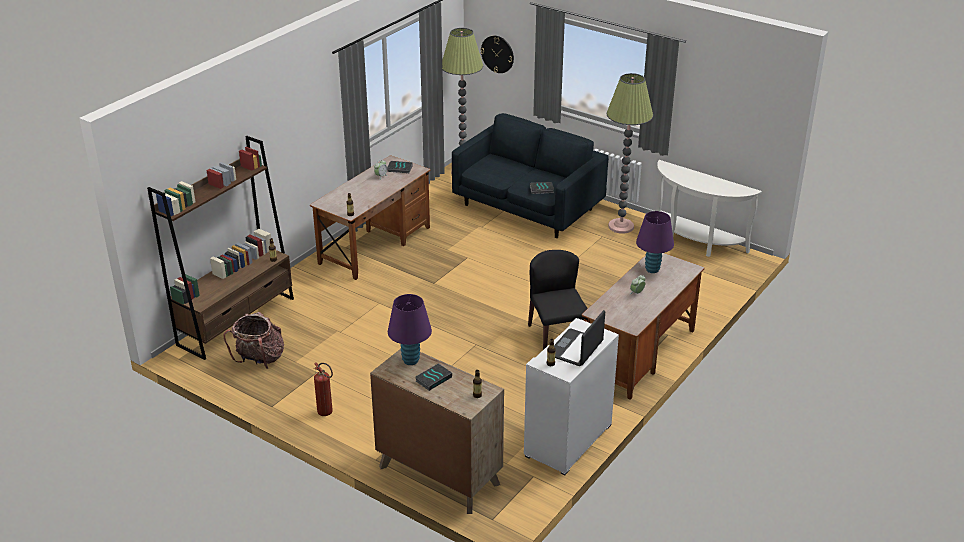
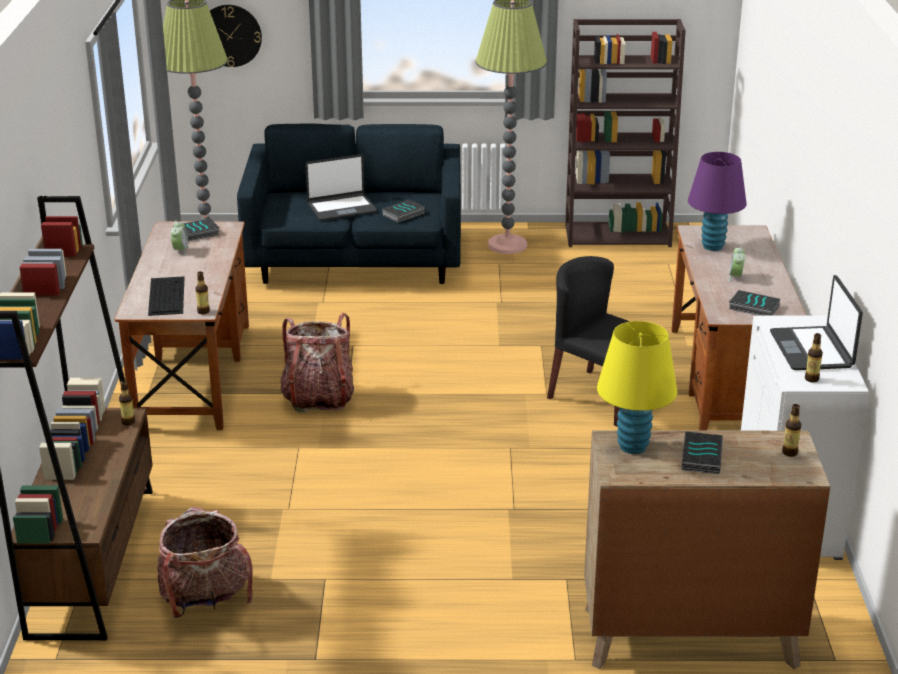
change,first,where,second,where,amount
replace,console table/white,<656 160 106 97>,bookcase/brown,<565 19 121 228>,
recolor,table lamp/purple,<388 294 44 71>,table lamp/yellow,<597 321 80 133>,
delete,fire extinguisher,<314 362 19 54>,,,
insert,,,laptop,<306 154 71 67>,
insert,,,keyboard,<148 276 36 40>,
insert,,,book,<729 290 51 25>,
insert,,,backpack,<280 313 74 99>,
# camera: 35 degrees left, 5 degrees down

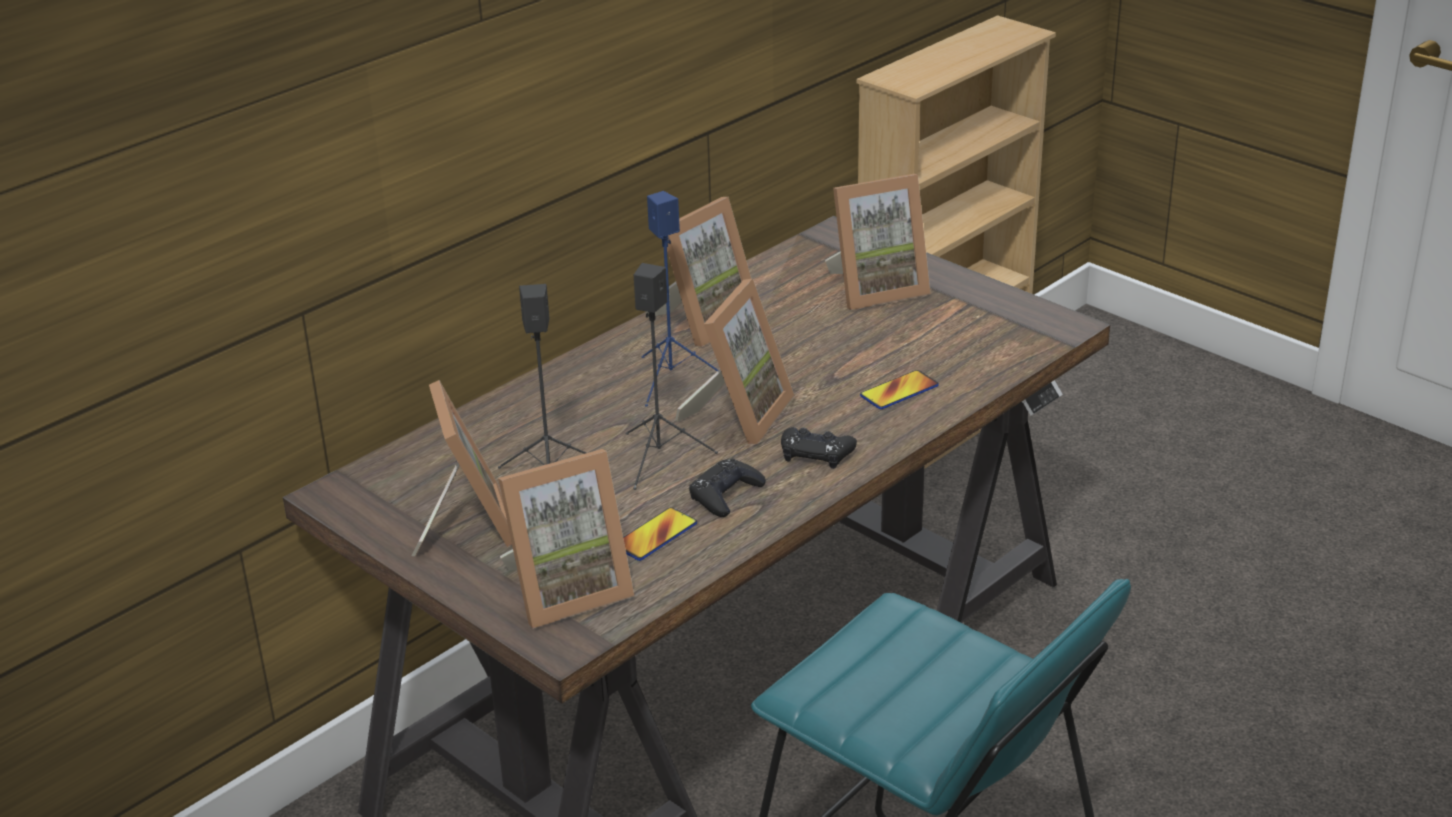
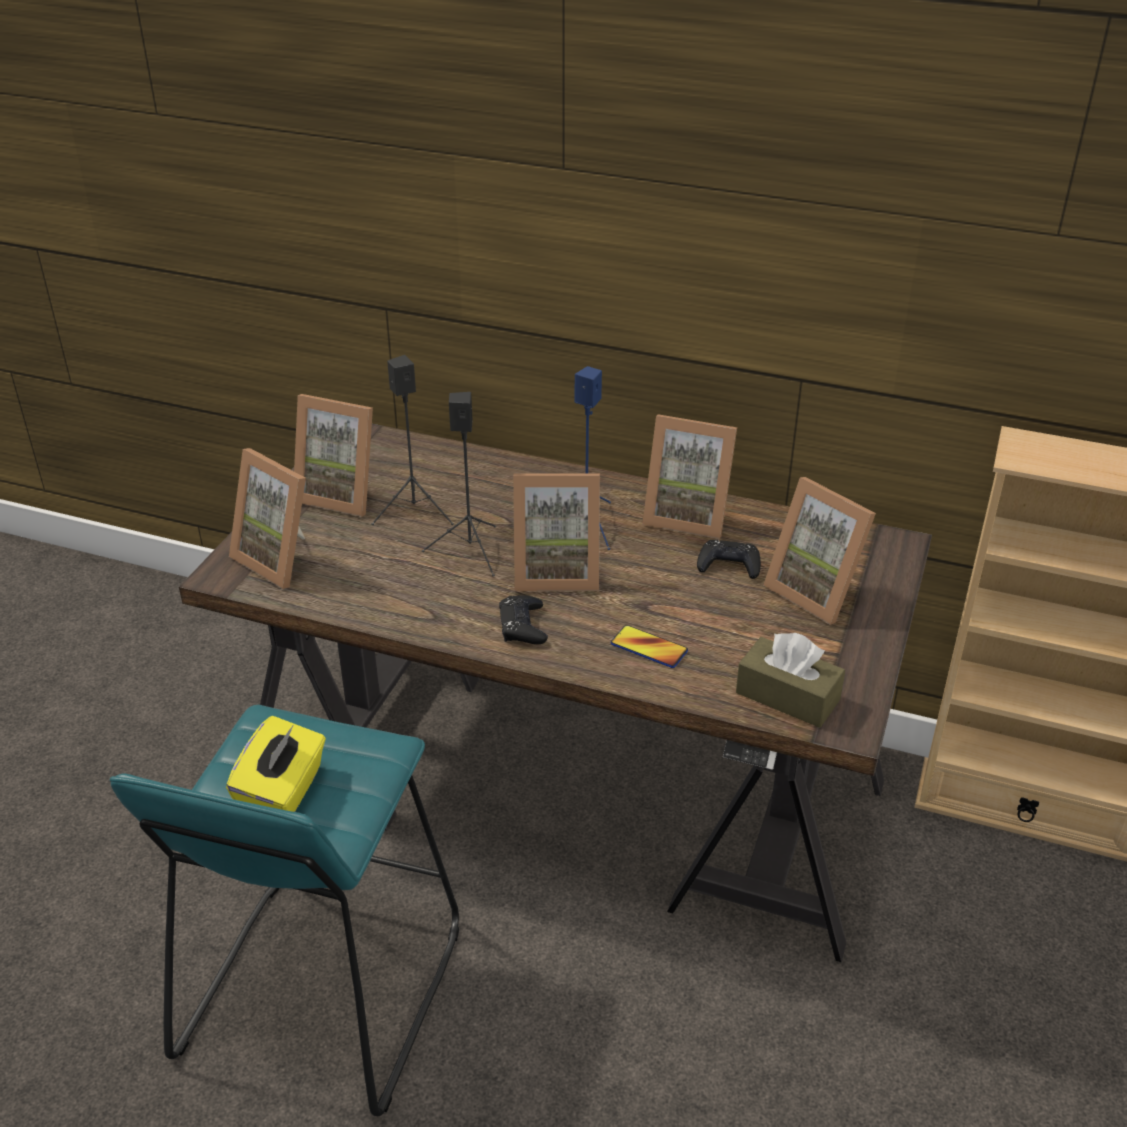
change,first,where,second,where,amount
rotate,picture frame,<412 380 100 176>,,<294 394 79 123>,60 degrees clockwise
move,game controller/black,<689 459 77 58>,,<697 540 64 39>,
delete,phone,<623 507 74 54>,,,
insert,,,tissue box/brown,<736 633 109 95>,
insert,,,tissue box/yellow,<226 716 100 96>,
# camera: 65 degrees right, 5 degrees up

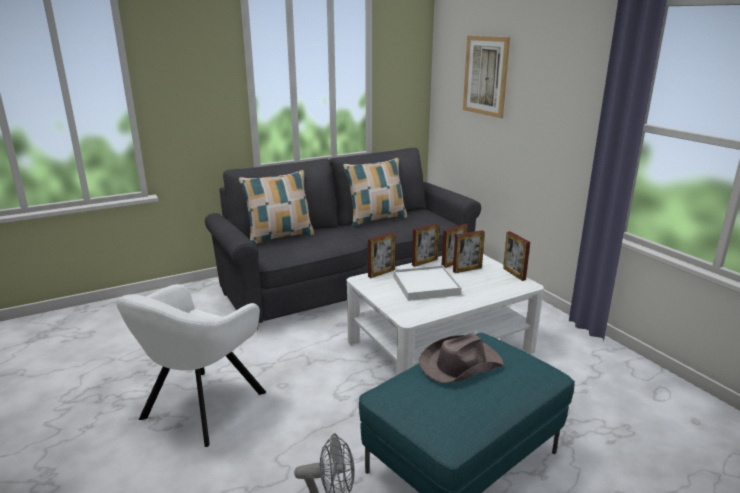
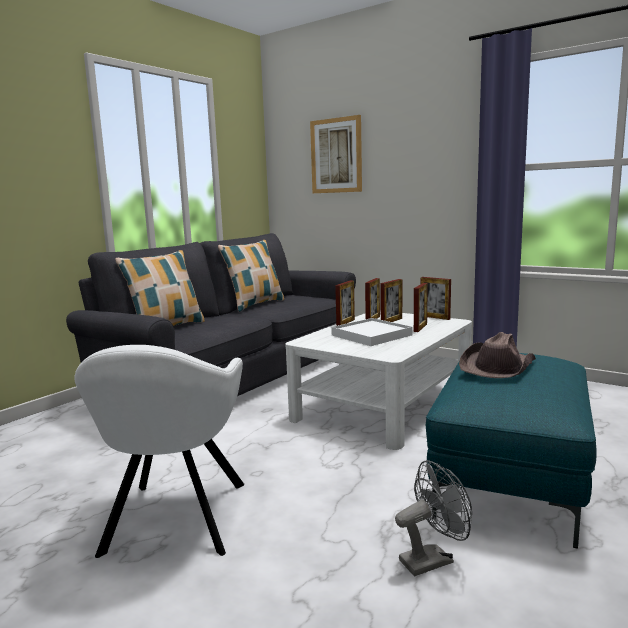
change,first,where,second,where,amount
move,picture frame,<368 232 28 46>,,<414 283 14 49>,
# camera: 25 degrees left, 10 degrees down

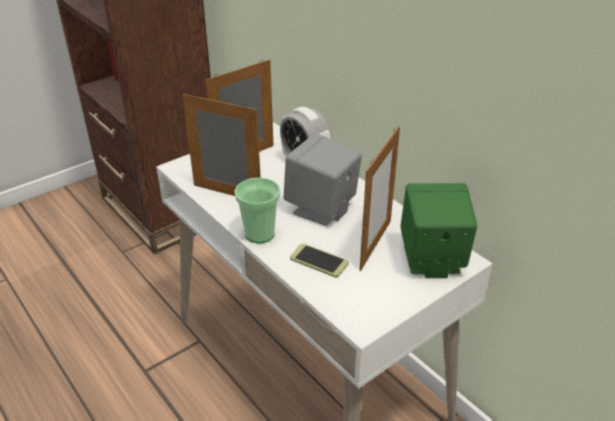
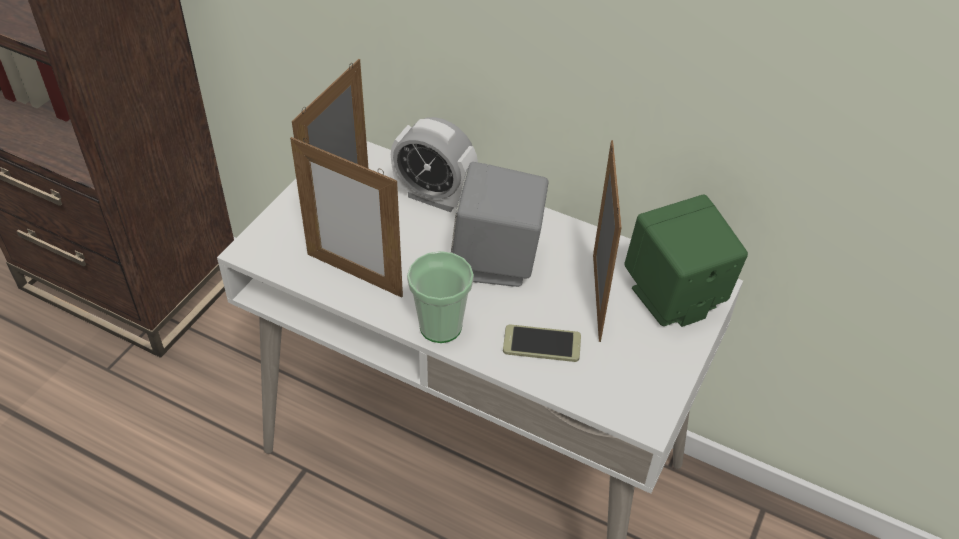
change,first,where,second,where,amount
rotate,picture frame,<182 93 79 103>,,<290 137 113 161>,150 degrees counterclockwise
# camera: 25 degrees left, 10 degrees up

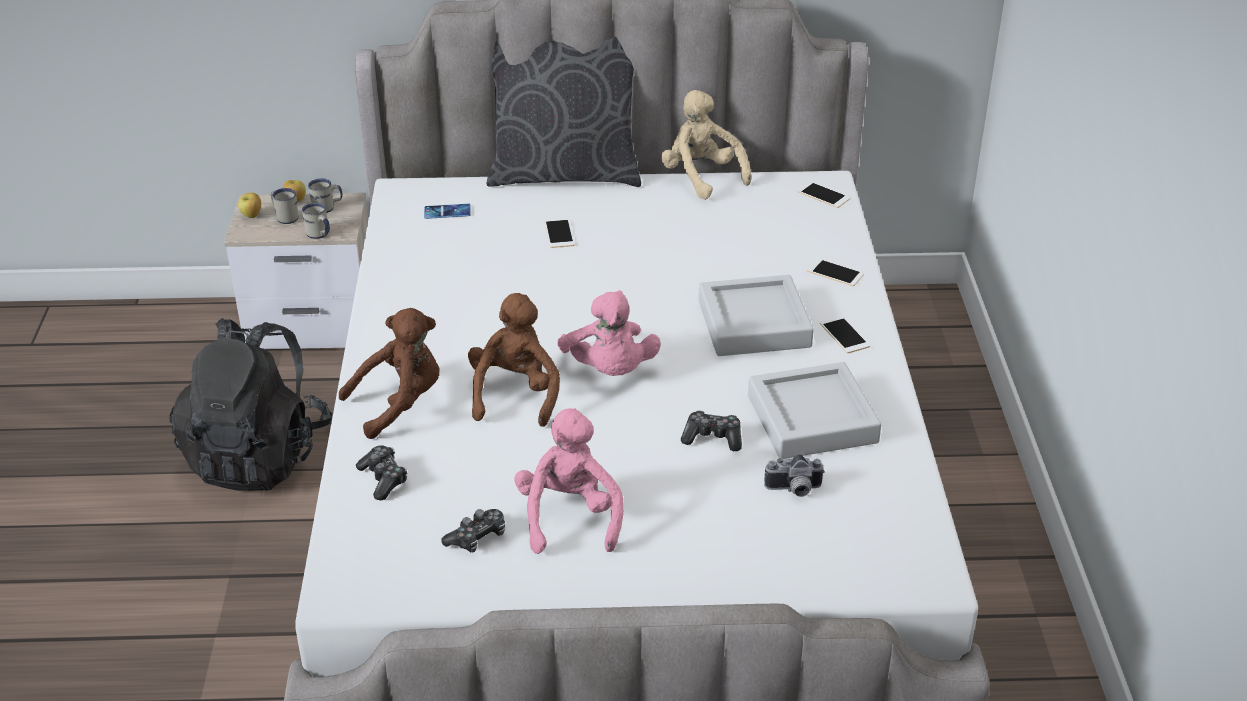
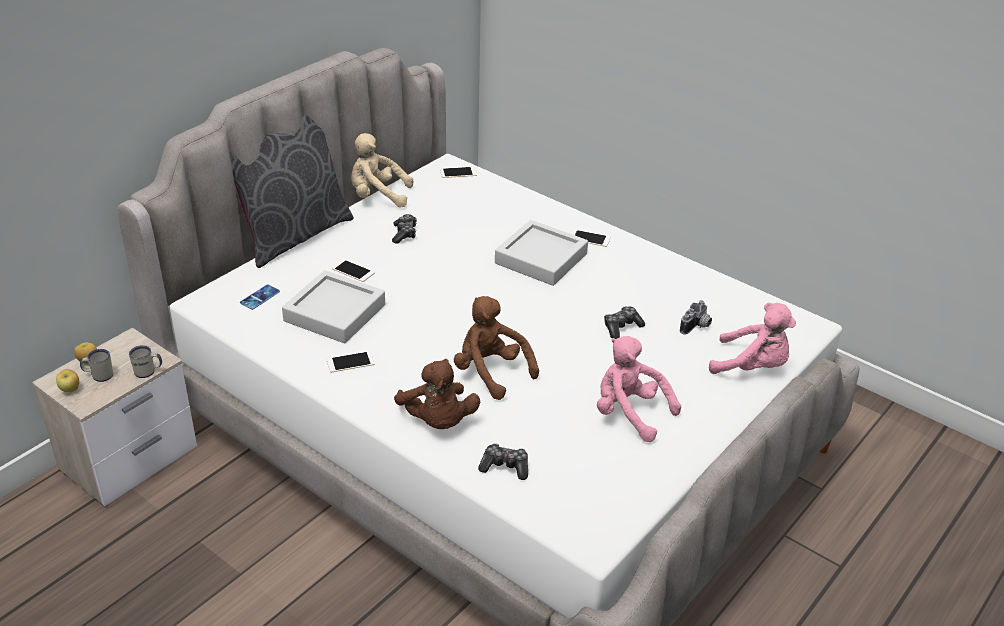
change,first,where,second,where,amount
delete,mug/white,<308 178 35 35>,,,
move,phone,<806 258 58 28>,,<327 351 47 22>,
move,plush toy/pink,<557 290 104 86>,,<709 303 87 71>,
rotate,plush toy/brown,<339 308 101 131>,,<394 359 86 70>,150 degrees clockwise
delete,backpack/black,<169 318 163 173>,,,
move,tray/grey,<748 362 133 97>,,<282 270 103 73>,
move,game controller,<441 509 64 44>,,<392 214 25 30>,
# camera: 50 degrees left, 0 degrees up

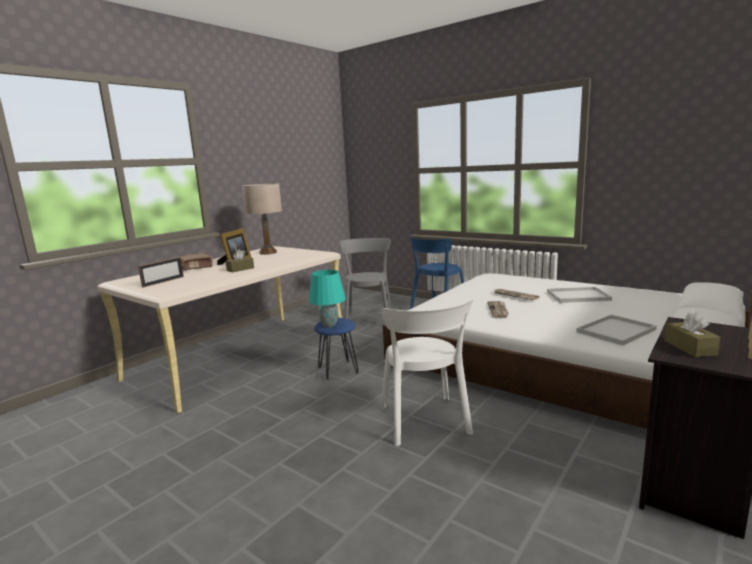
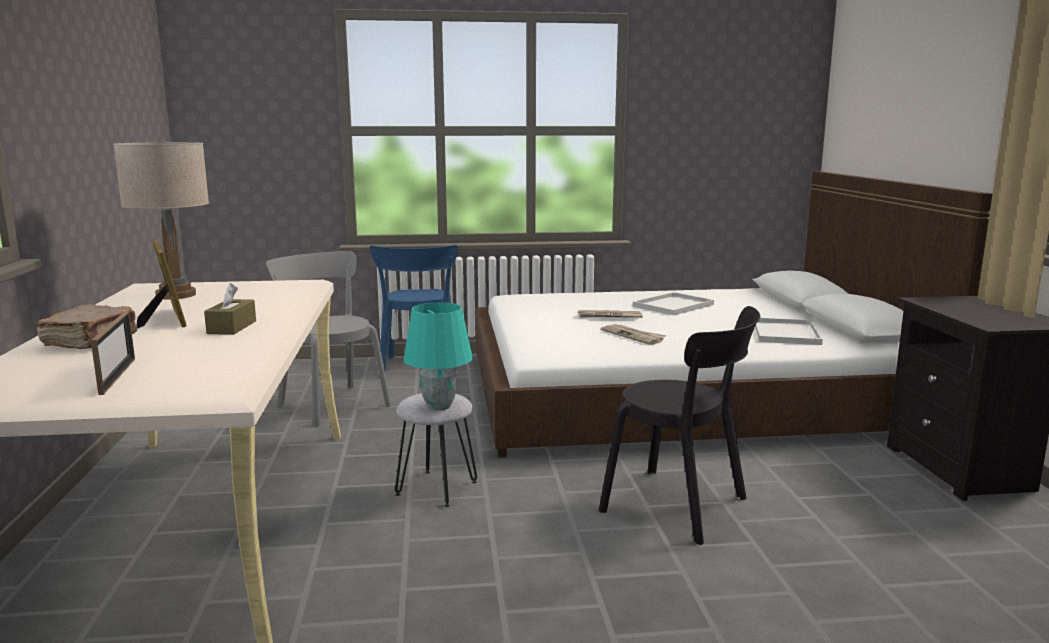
change,first,where,second,where,amount
recolor,chair/white,<381 299 92 147>,chair/black,<599 306 161 239>,
delete,tissue box/brown,<664 312 57 45>,,,
recolor,stool/blue,<314 318 45 62>,stool/grey,<395 393 82 114>,
# camera: 45 degrees left, 0 degrees up

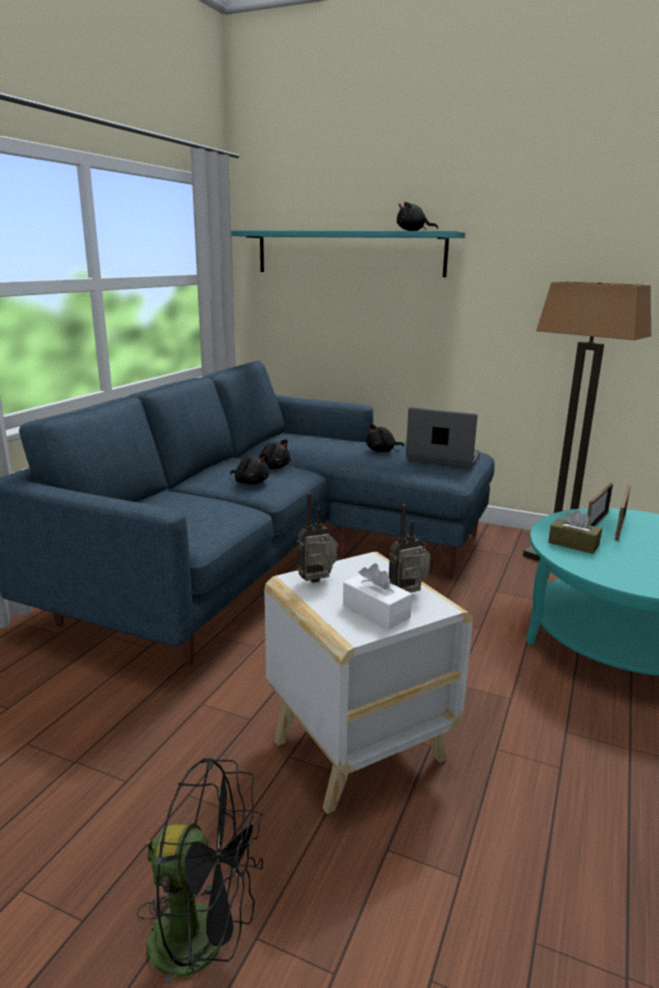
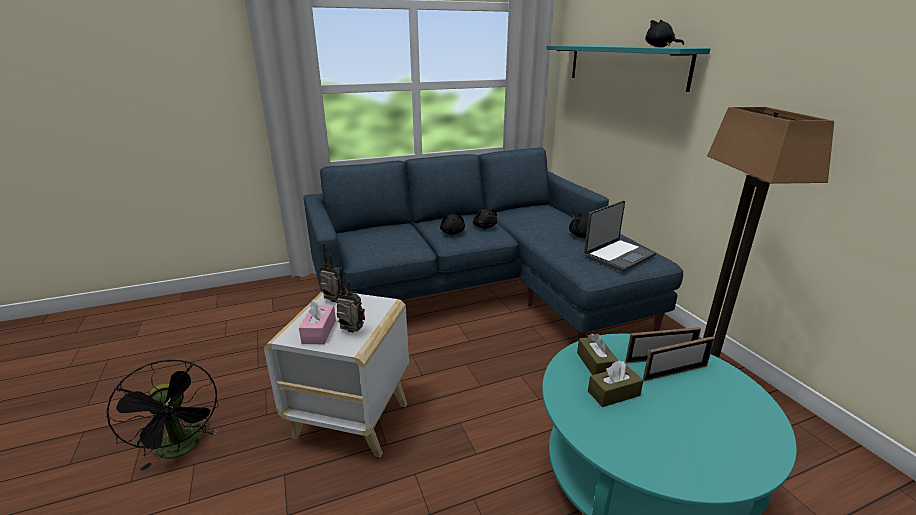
change,first,where,second,where,amount
rotate,laptop,<406 407 74 60>,,<584 201 72 71>,75 degrees clockwise
recolor,tissue box/white,<343 564 69 66>,tissue box/pink,<299 300 37 44>,
insert,,,tissue box/brown,<588 360 56 47>,
# camera: 45 degrees right, 5 degrees up

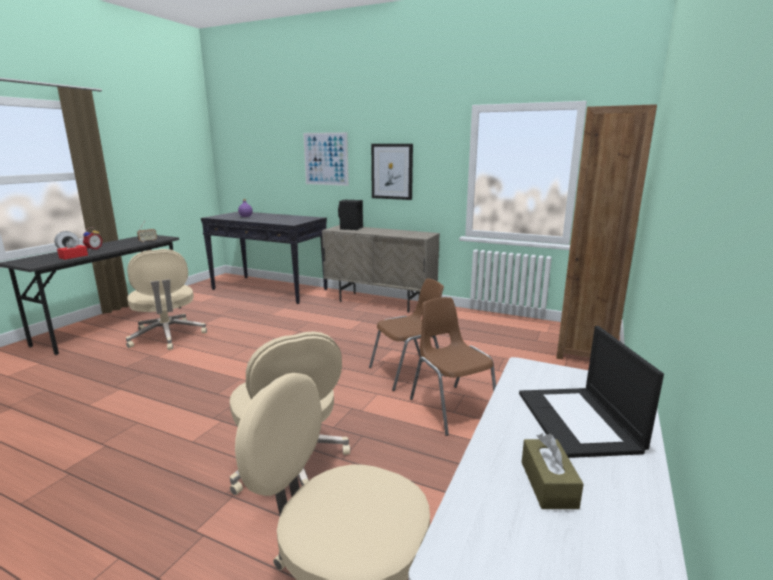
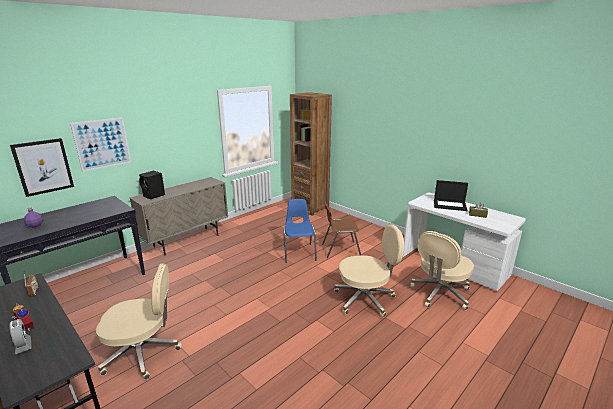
change,first,where,second,where,amount
move,picture,<371 144 42 56>,,<10 138 64 59>,
delete,tissue box/red,<57 238 31 22>,,,
recolor,chair/brown,<369 278 77 113>,chair/blue,<284 199 33 64>,
# camera: 70 degrees left, 5 degrees up

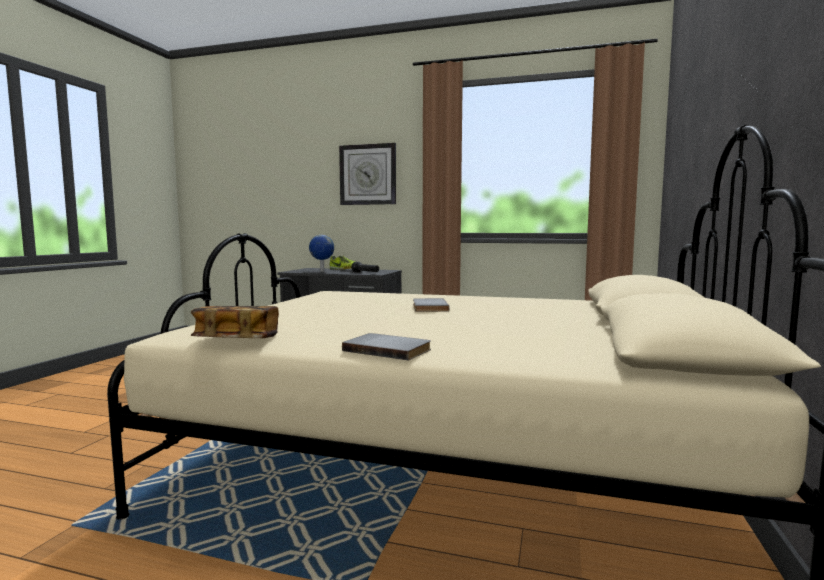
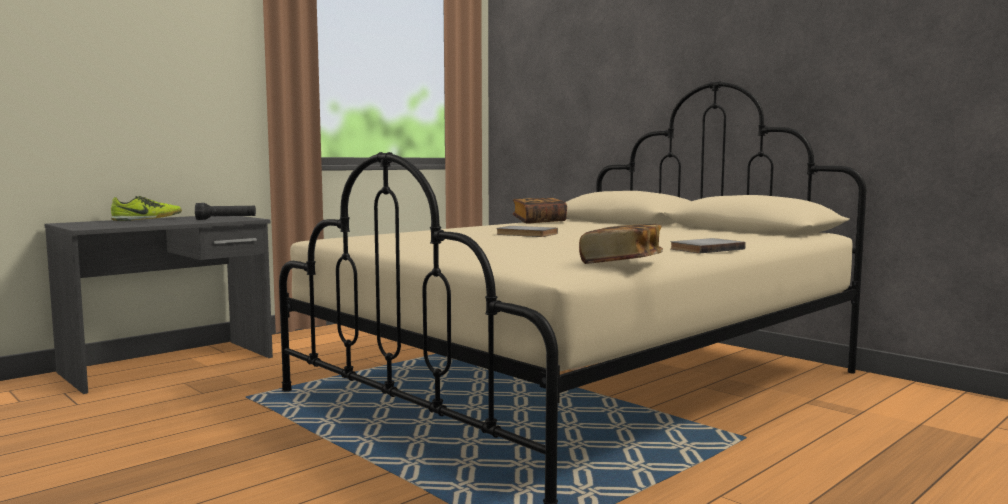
change,first,where,second,where,amount
delete,wall clock,<339 143 57 62>,,,
delete,globe,<309 235 25 37>,,,
insert,,,book,<513 198 54 25>,
# camera: 60 degrees left, 0 degrees up

